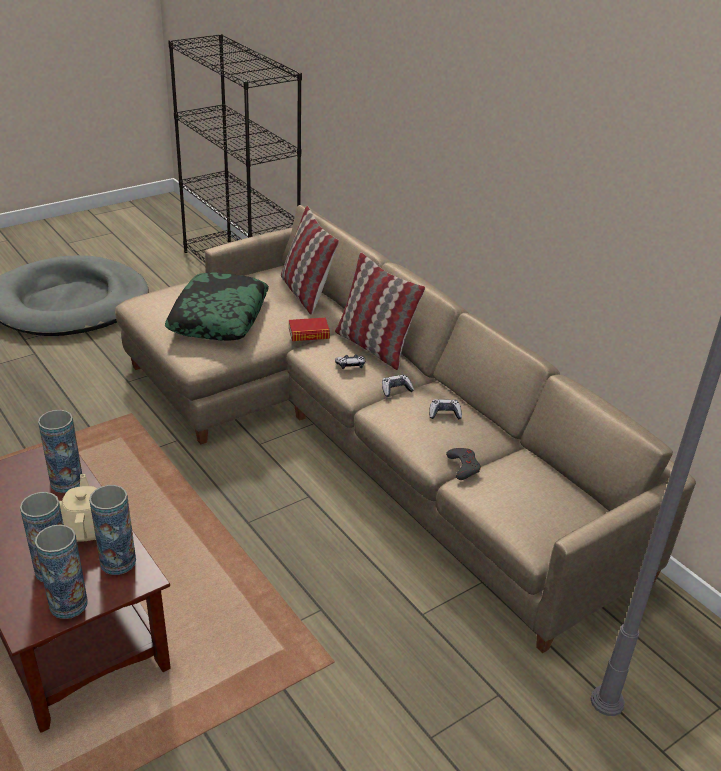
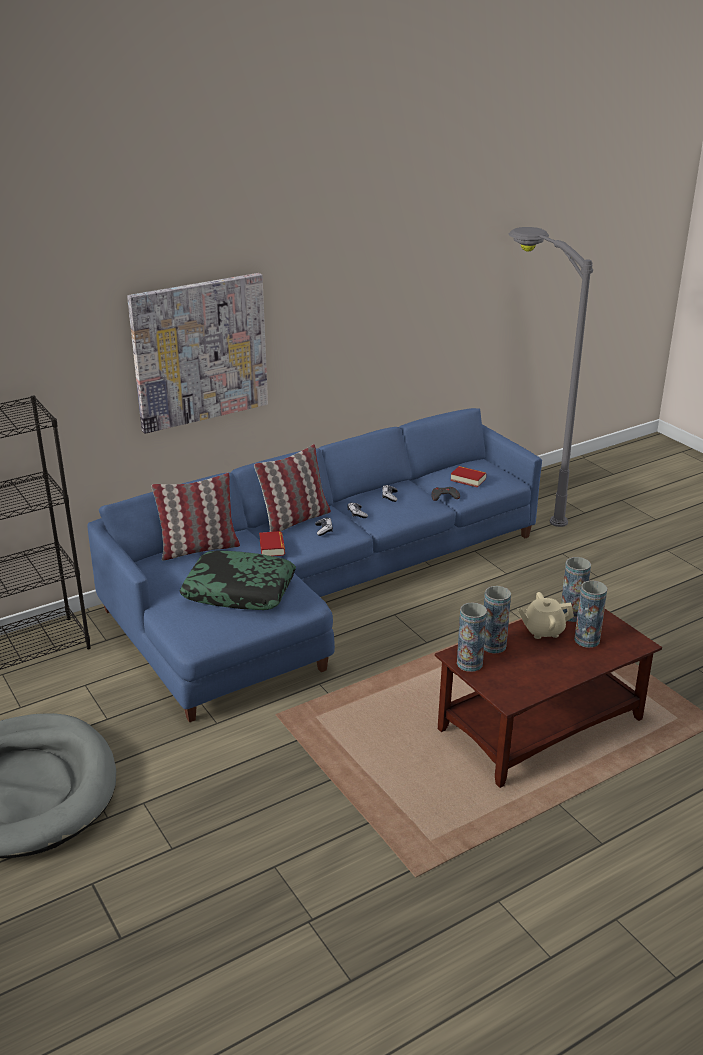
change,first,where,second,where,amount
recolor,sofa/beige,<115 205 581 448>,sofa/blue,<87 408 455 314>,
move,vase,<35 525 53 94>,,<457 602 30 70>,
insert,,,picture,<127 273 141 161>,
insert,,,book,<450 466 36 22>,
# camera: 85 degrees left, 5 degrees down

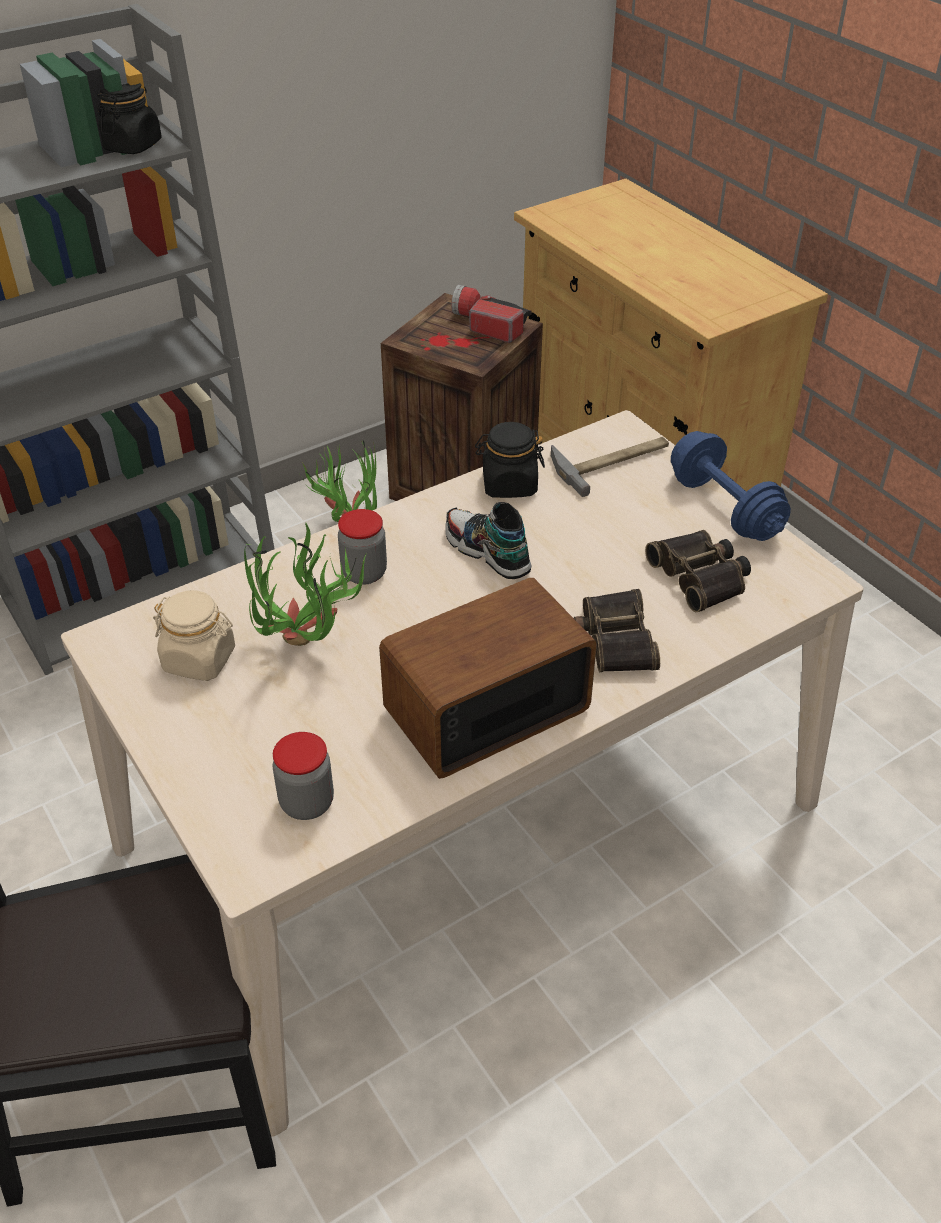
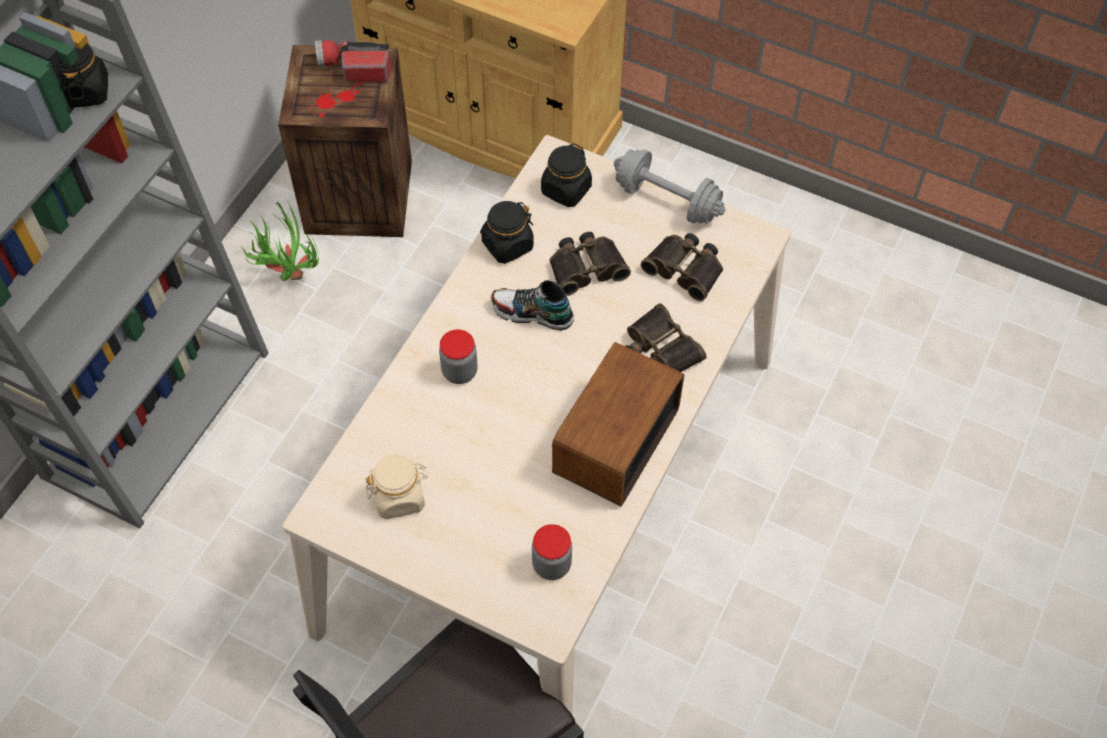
change,first,where,second,where,amount
recolor,dumbbell/blue,<671 431 120 110>,dumbbell/grey,<614 149 112 75>,
replace,hammer,<551 437 118 60>,jar/black,<541 143 51 64>,
delete,potted plant,<244 523 123 123>,,,
insert,,,binoculars,<550 232 81 64>,
# camera: 30 degrees left, 15 degrees up

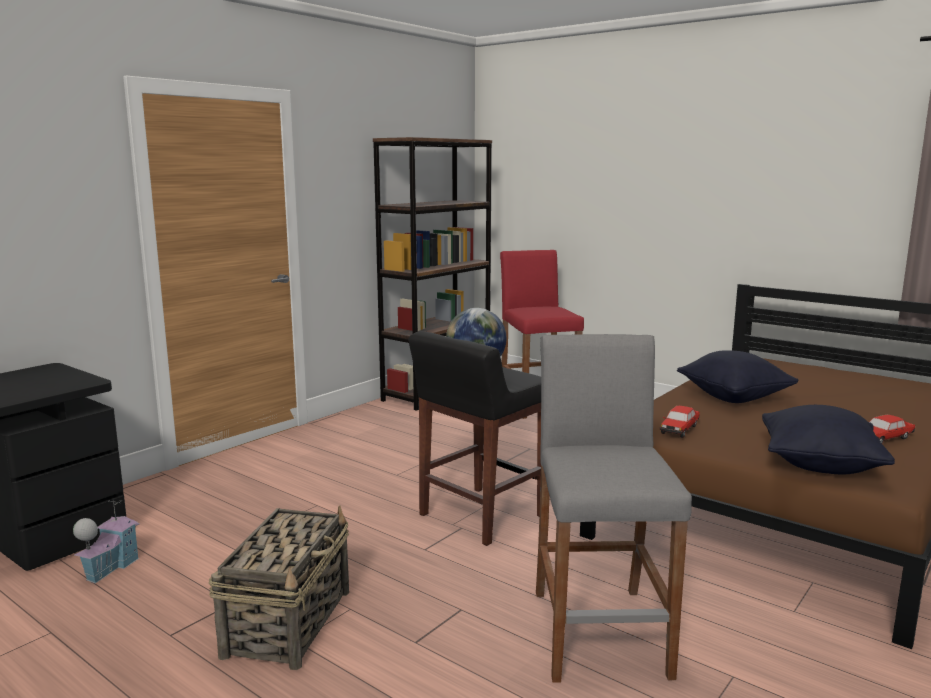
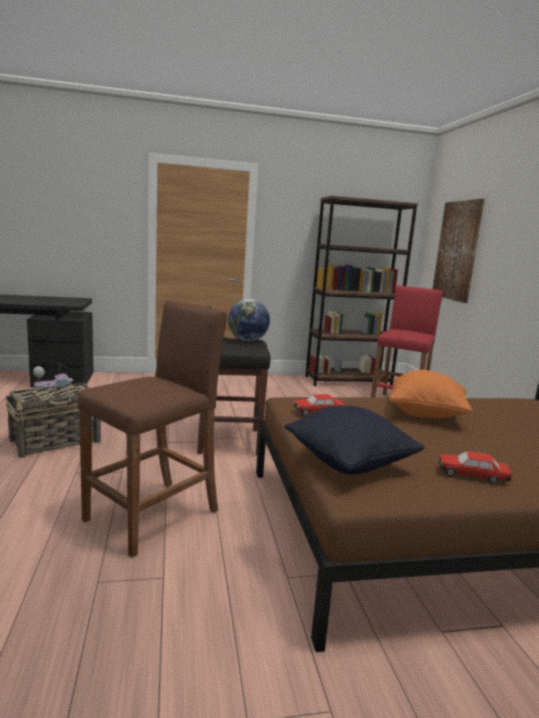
change,first,where,second,where,amount
recolor,stool/grey,<536 334 156 349>,stool/brown,<78 300 149 258>,
recolor,pillow/black,<677 350 122 53>,pillow/orange,<389 370 83 48>,
insert,,,picture,<433 199 52 104>,
# camera: 40 degrees right, 0 degrees up

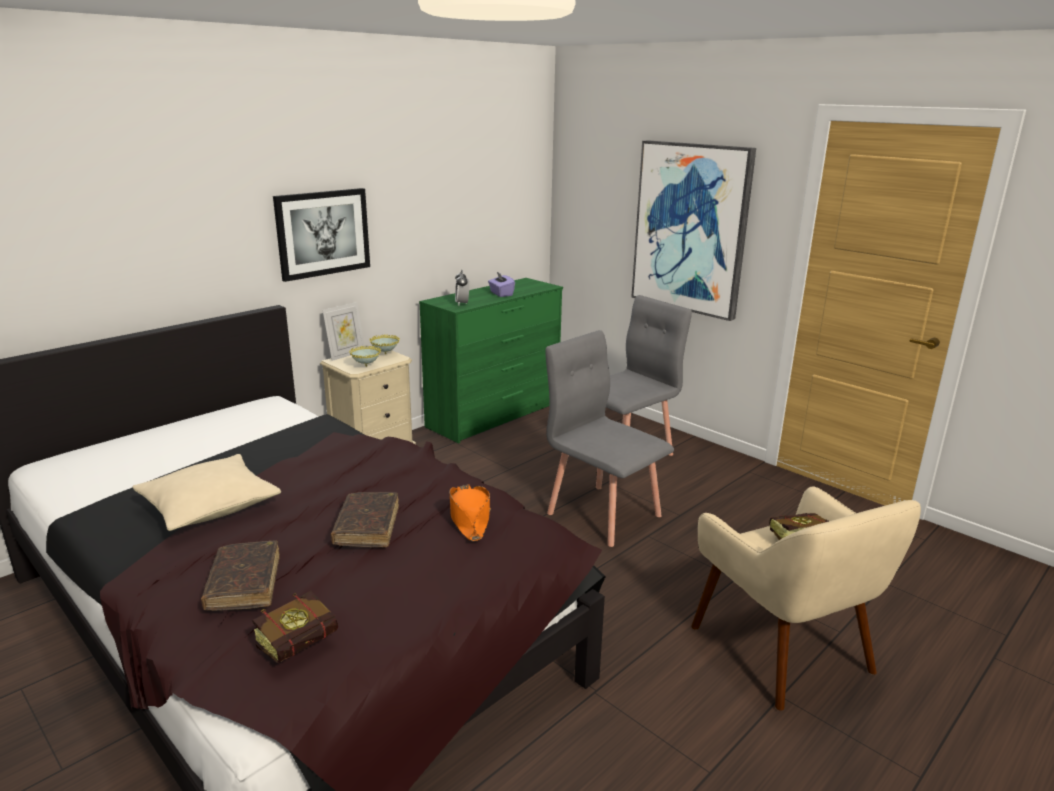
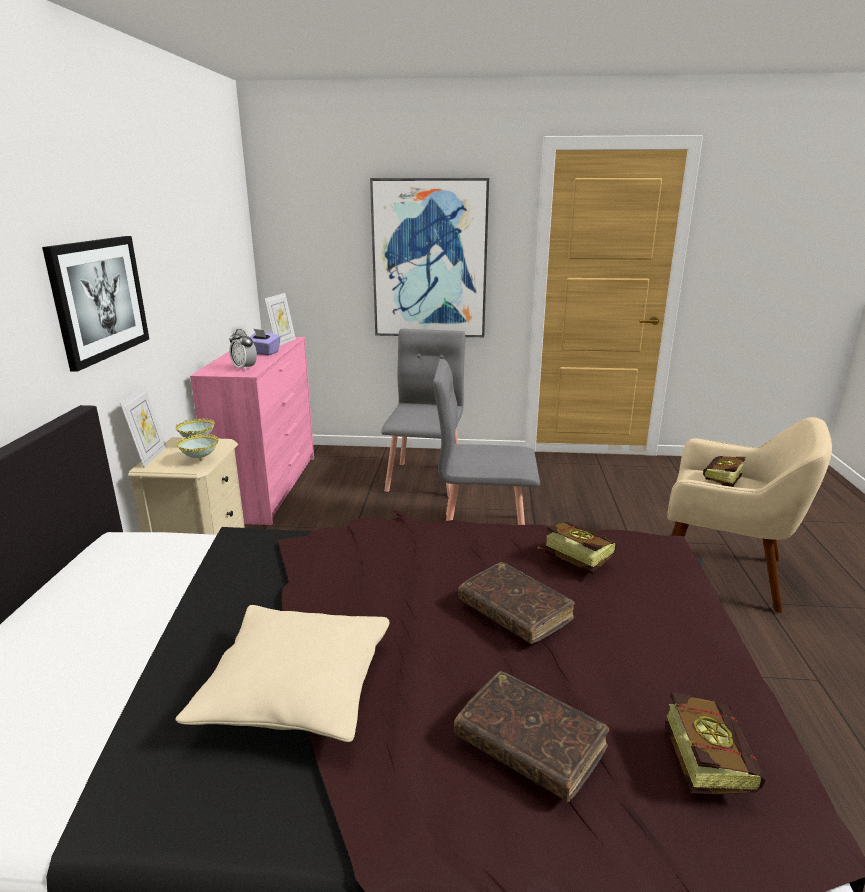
change,first,where,second,where,amount
recolor,dresser/green,<419 278 144 166>,dresser/pink,<190 337 124 188>,
replace,hat/orange,<449 485 42 56>,book,<538 522 79 53>,
insert,,,picture frame,<264 293 32 52>,
# camera: 40 degrees left, 0 degrees up

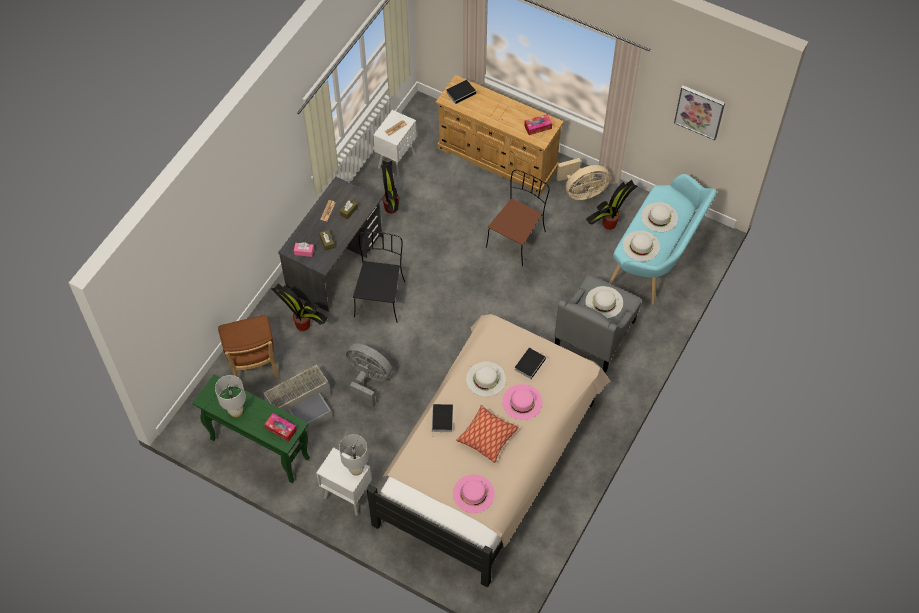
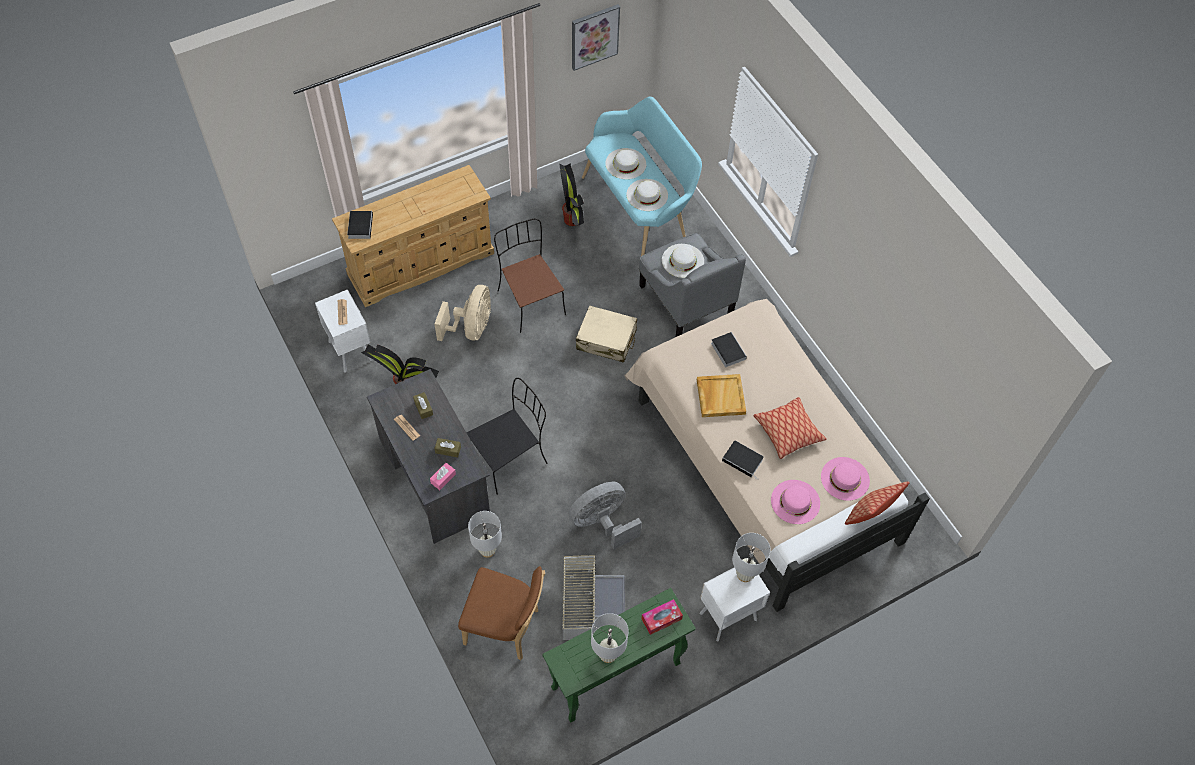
change,first,where,second,where,amount
delete,tissue box,<524 114 28 21>,,,
move,fan/beige,<557 158 53 42>,,<435 285 56 56>,
rotate,chair/black,<353 232 52 91>,,<467 378 81 117>,105 degrees clockwise
replace,potted plant,<271 283 57 48>,table lamp/white,<468 511 34 47>,
replace,hat/white,<466 361 40 36>,tray/beige,<697 374 49 43>,
move,hat/pink,<502 384 41 36>,,<771 480 49 44>,
insert,,,suitcase/beige,<576 305 61 58>,
insert,,,pillow,<845 481 65 44>,
# camera: 60 degrees left, 0 degrees up

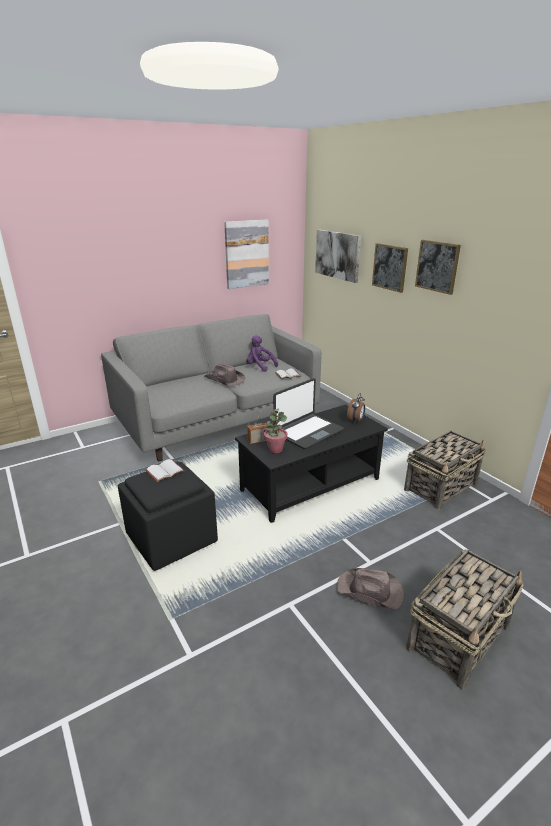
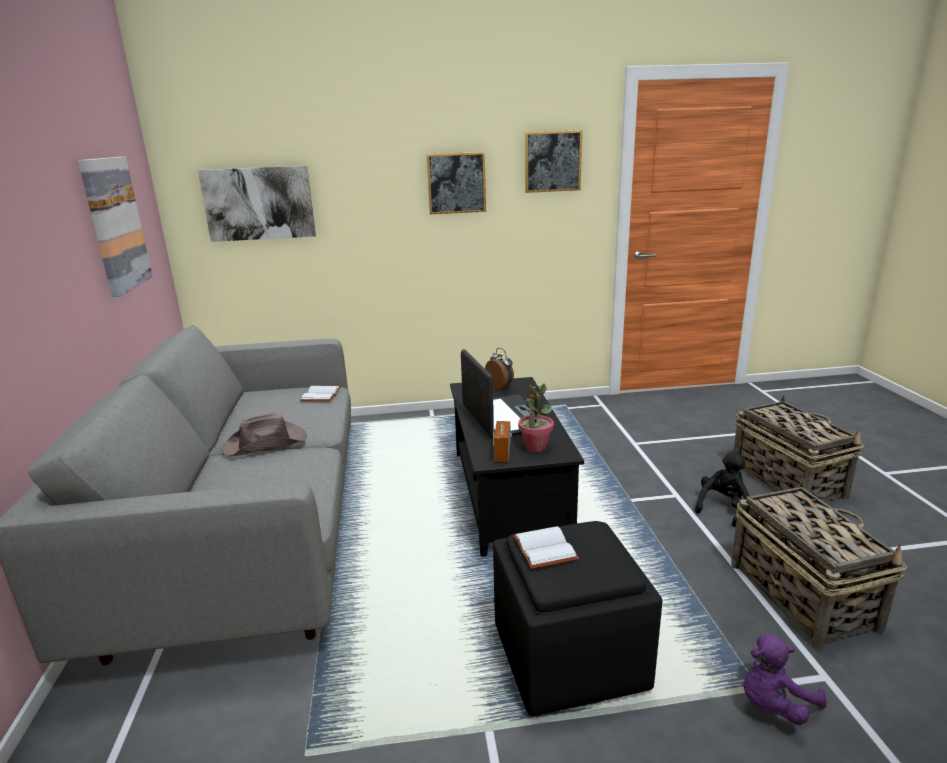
change,first,where,second,where,amount
move,picture,<372 243 36 50>,,<525 130 57 63>,
move,plush toy/purple,<247 335 31 37>,,<744 634 82 91>,
move,basket,<404 430 82 79>,,<731 478 177 172>,
replace,hat/brown,<337 568 67 42>,plush toy/black,<695 451 54 76>,
# camera: 65 degrees left, 5 degrees down

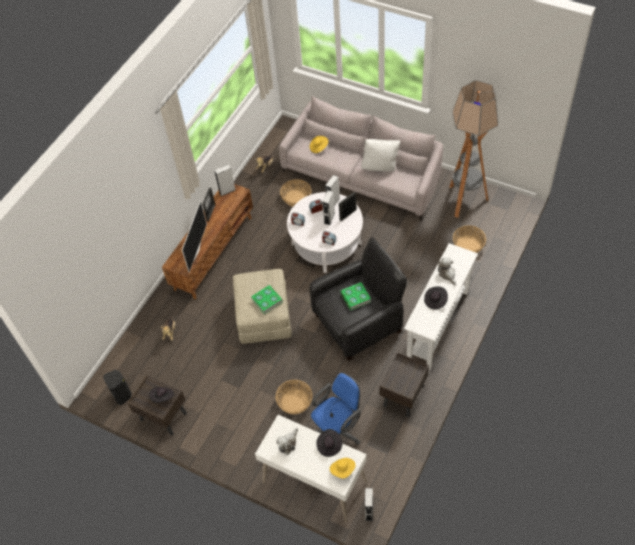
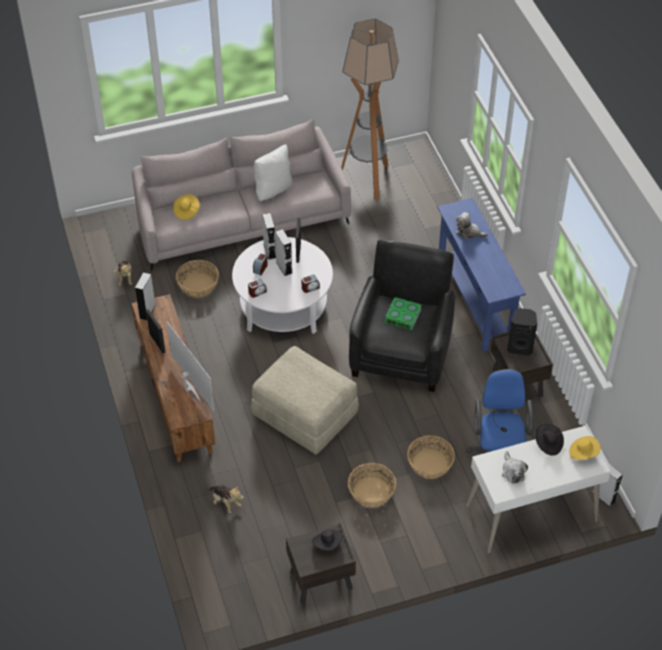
change,first,where,second,where,amount
move,basket,<453 225 33 28>,,<348 463 48 44>,
recolor,console table/white,<404 243 74 127>,console table/blue,<437 198 89 154>,
delete,book,<251 285 32 29>,,,
delete,hat/black,<424 287 24 22>,,,
move,speaker/black,<103 370 29 35>,,<507 308 30 48>,
# camera: 50 degrees left, 5 degrees down

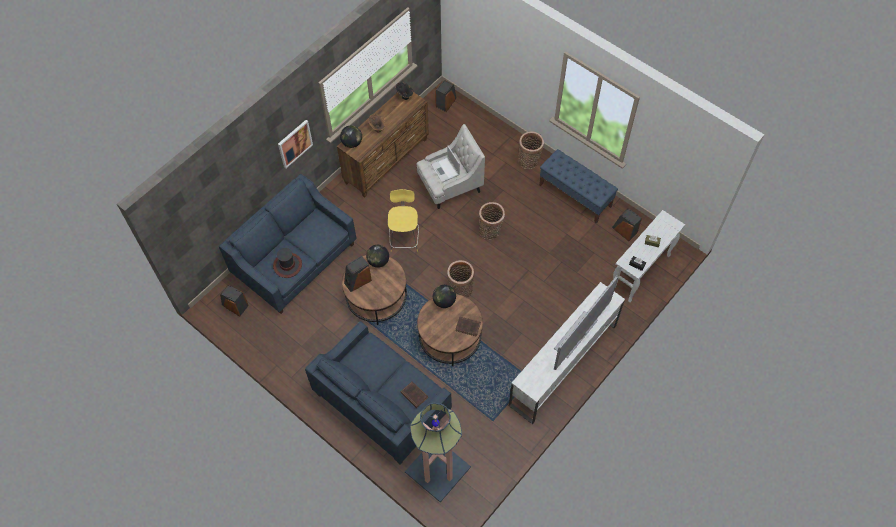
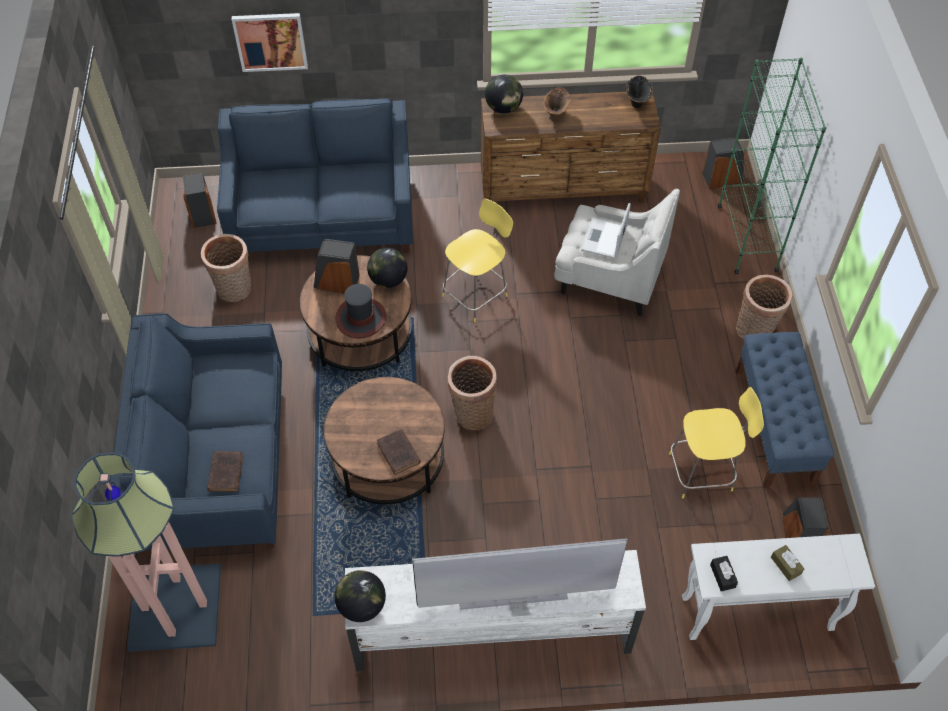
change,first,where,second,where,amount
move,picture,<278 120 35 48>,,<232 13 76 59>,
move,basket,<479 202 26 38>,,<201 234 51 68>,
move,hat,<273 248 29 30>,,<335 284 52 55>,
move,globe,<433 285 23 23>,,<335 570 51 52>,
insert,,,bookcase/green,<718 58 109 216>,
insert,,,stool/yellow,<669 387 95 111>,
# camera: 45 degrees right, 5 degrees down

